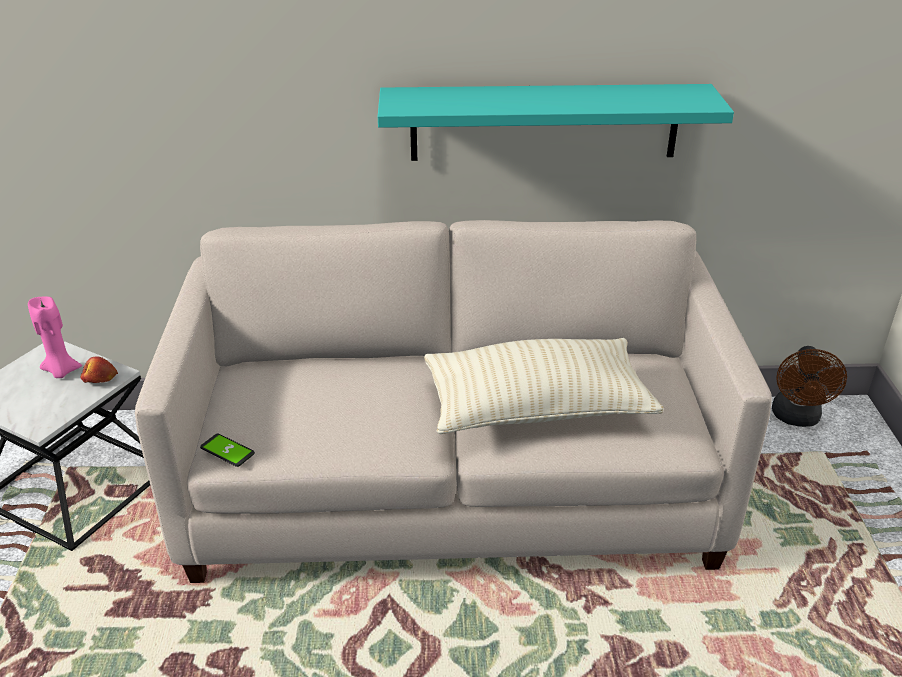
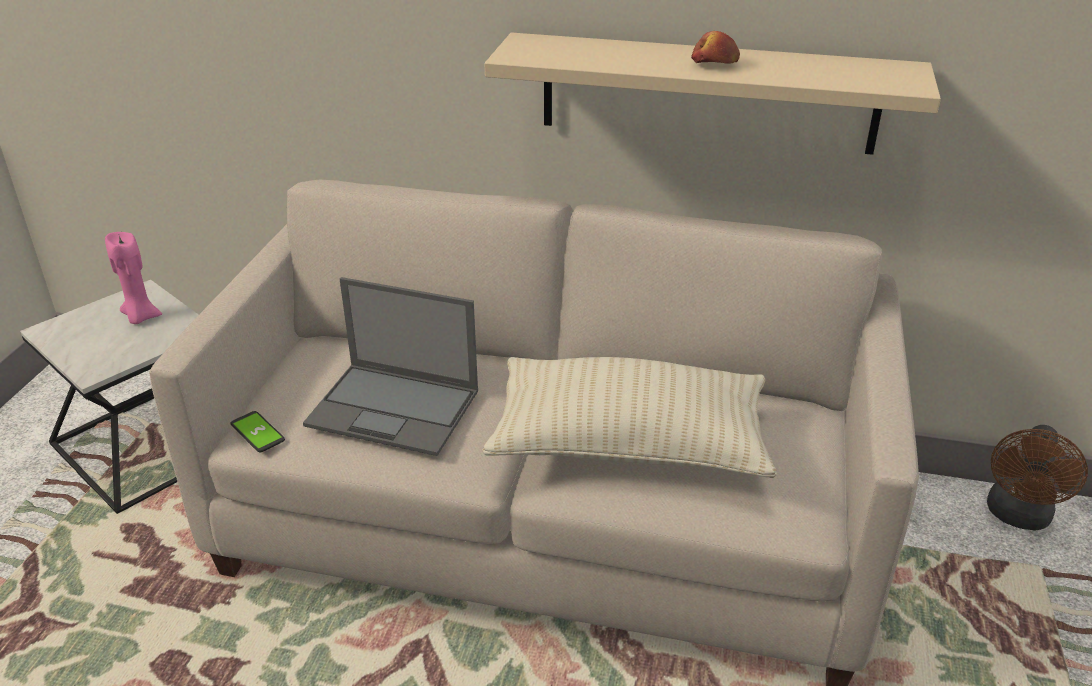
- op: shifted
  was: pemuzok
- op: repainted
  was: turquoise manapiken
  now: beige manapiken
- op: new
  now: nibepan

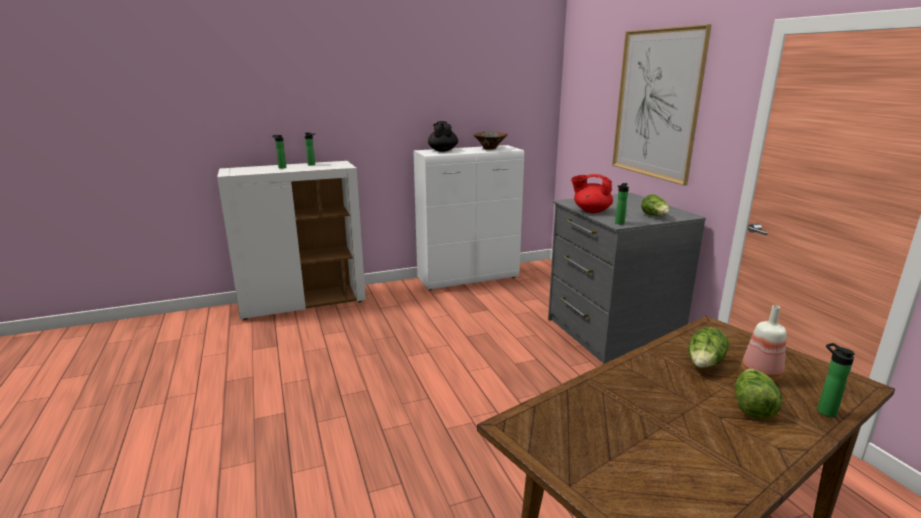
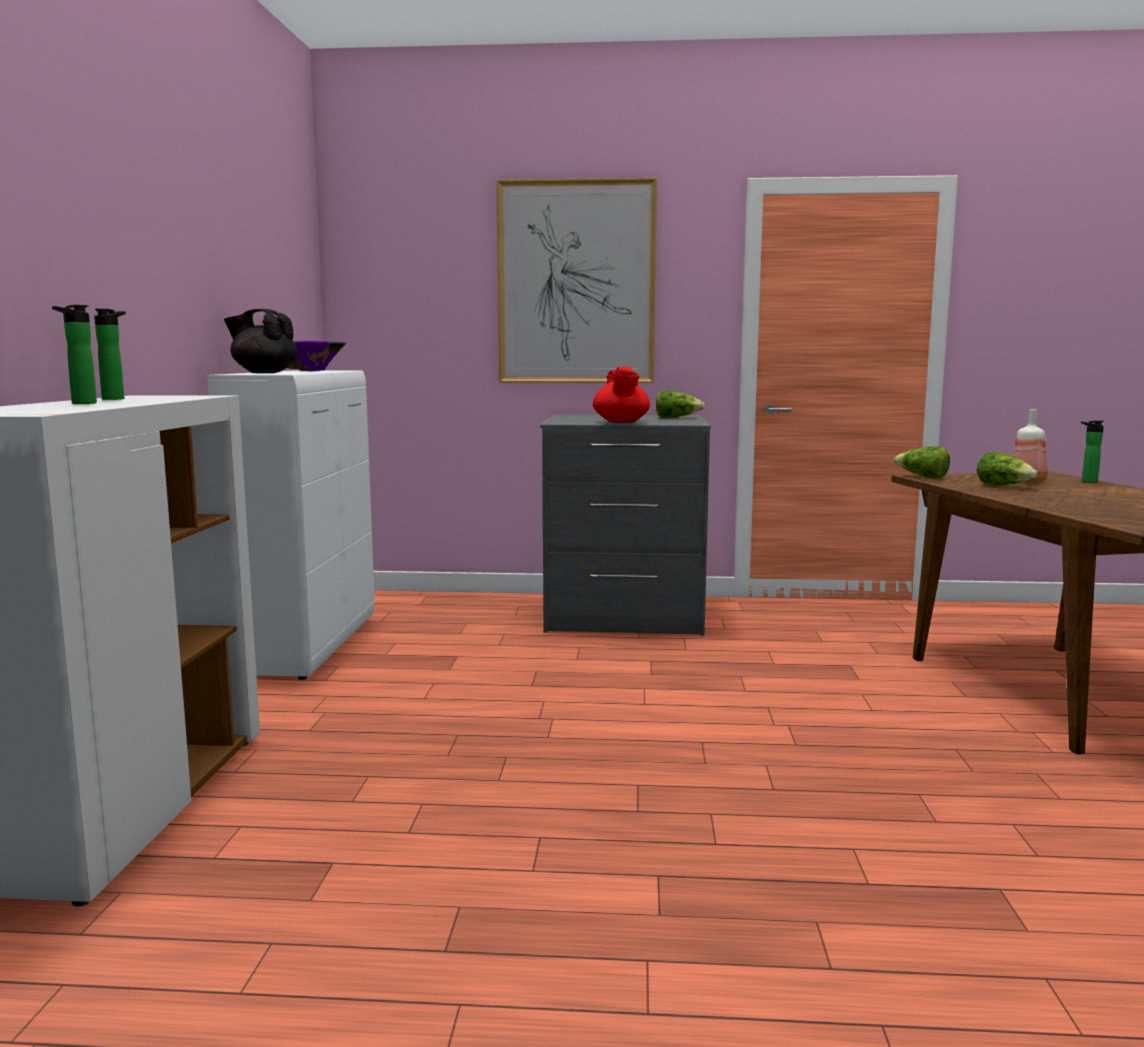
- op: repainted
  was: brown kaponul
  now: purple kaponul
- op: rotated
  was: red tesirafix
  clockwise: -45
- op: gone
  was: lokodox (no. 3 from left)
- op: shifted
  was: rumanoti (no. 3 from left in the first image)
  now: rumanoti (no. 2 from left)

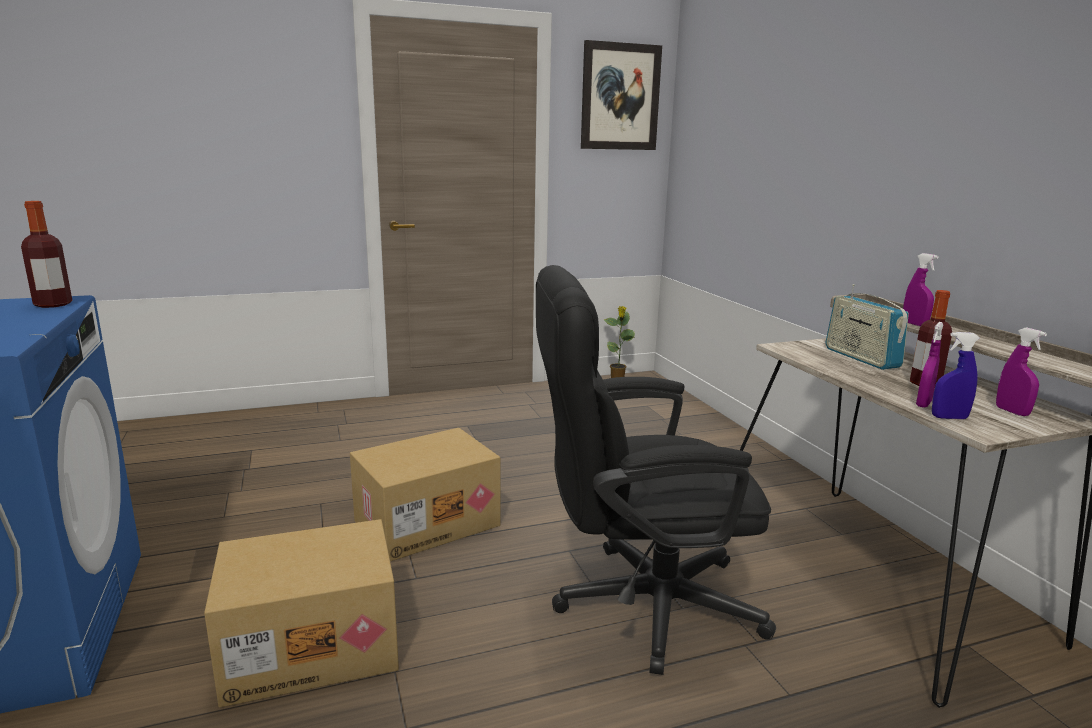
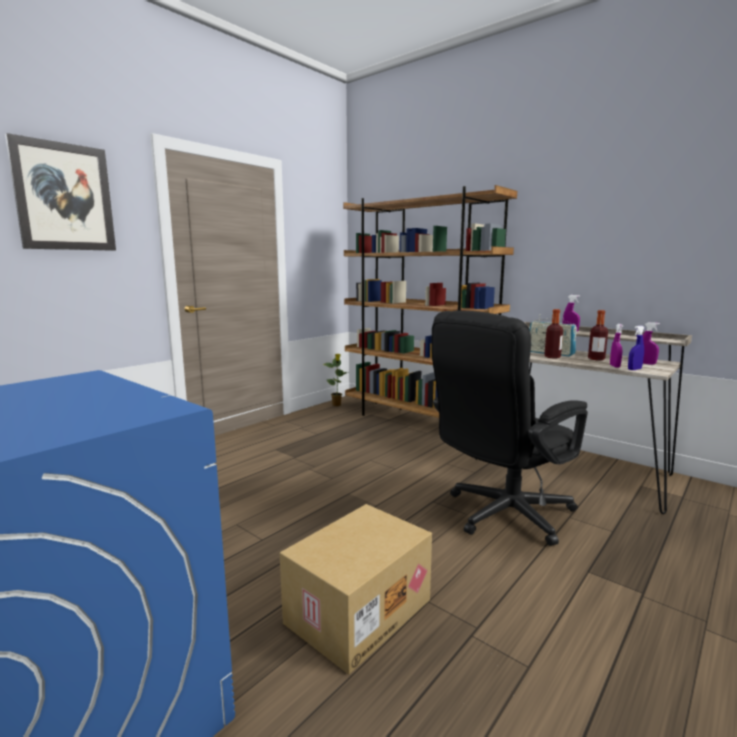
- op: shifted
  was: lokodox (no. 1 from left)
- op: gone
  was: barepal (no. 2 from left)
- op: shifted
  was: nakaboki
- op: new
  now: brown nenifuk

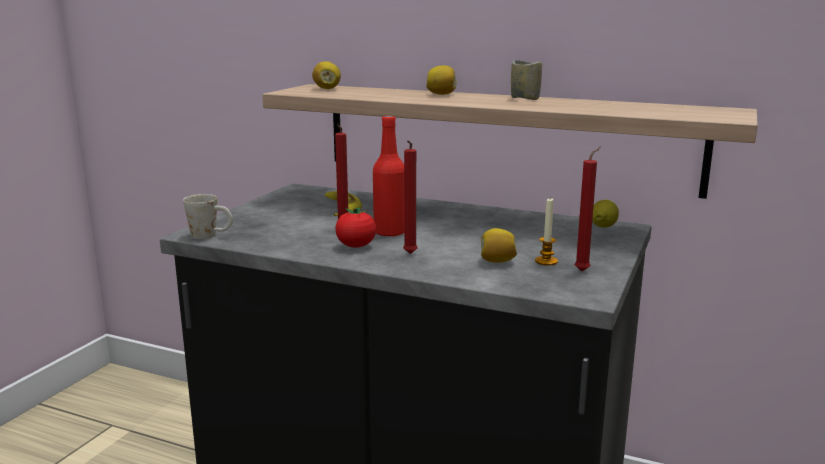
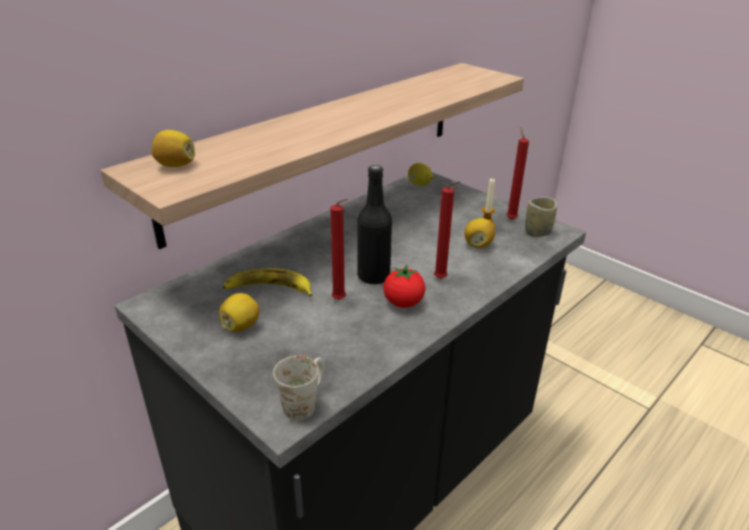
- op: repainted
  was: red lokodox
  now: black lokodox
- op: shifted
  was: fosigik (no. 2 from left)
- op: shifted
  was: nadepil

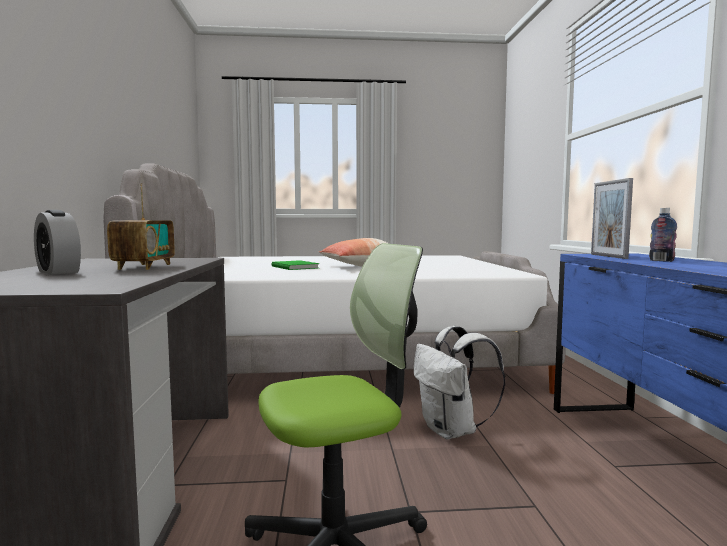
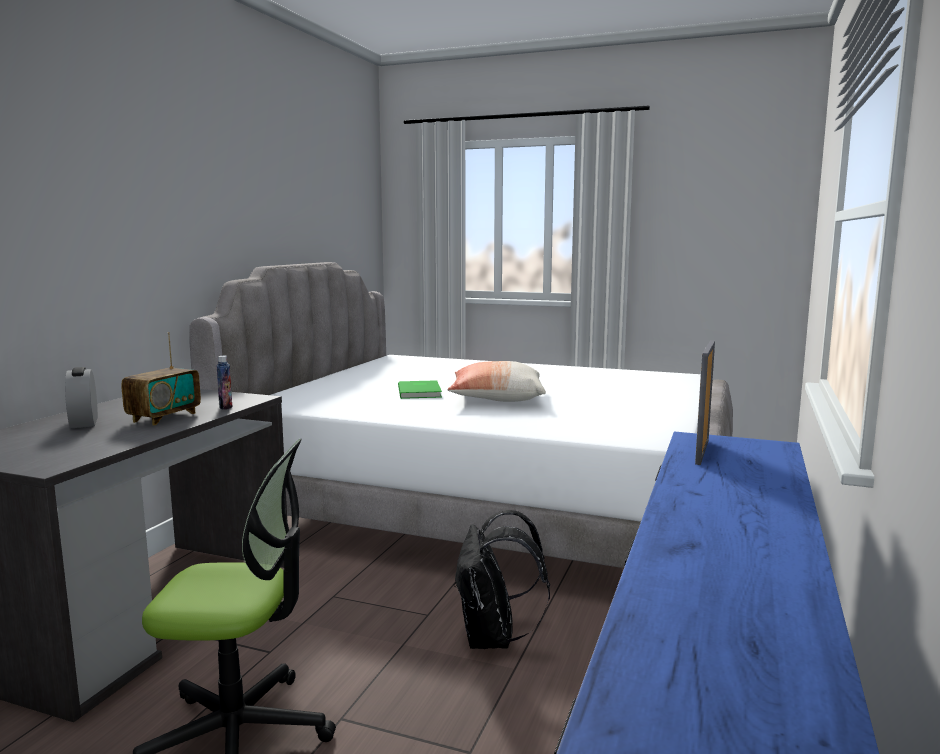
- op: repainted
  was: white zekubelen
  now: black zekubelen
- op: shifted
  was: lokodox

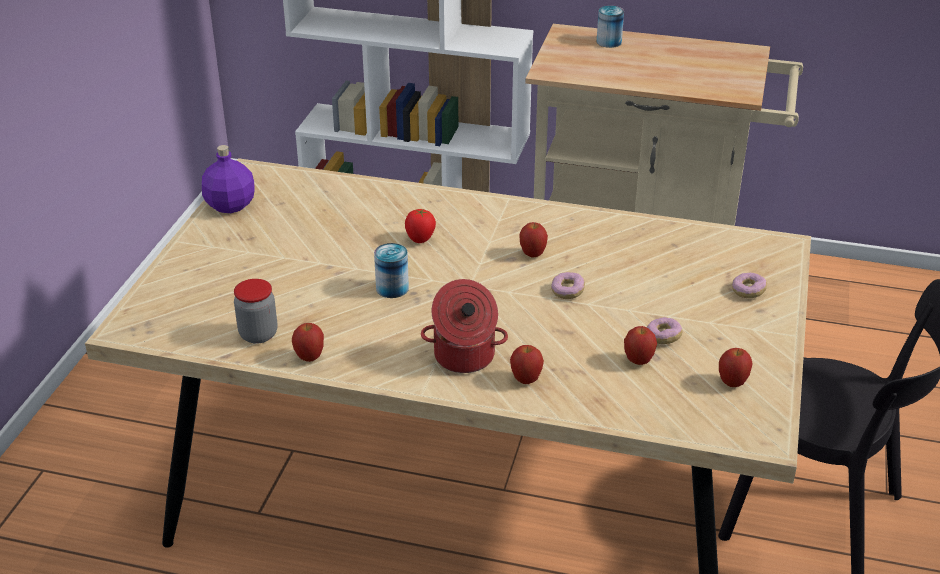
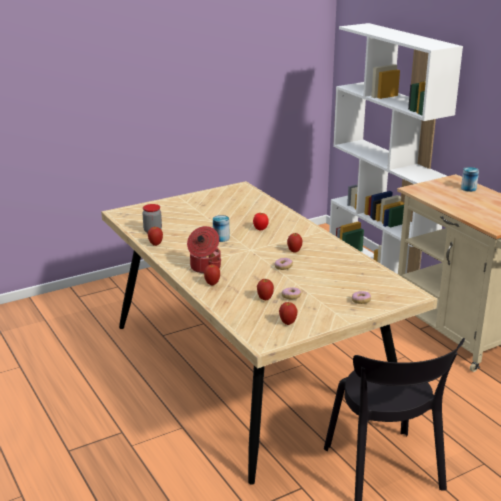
- op: gone
  was: purple lokodox

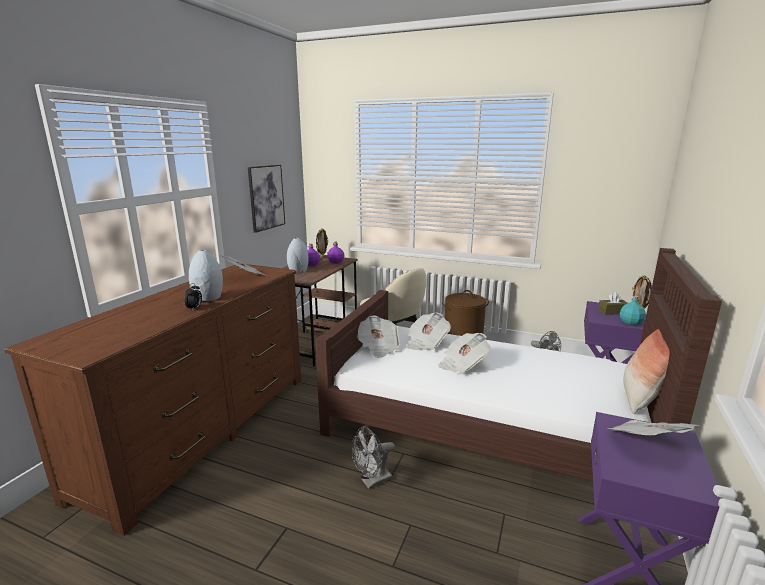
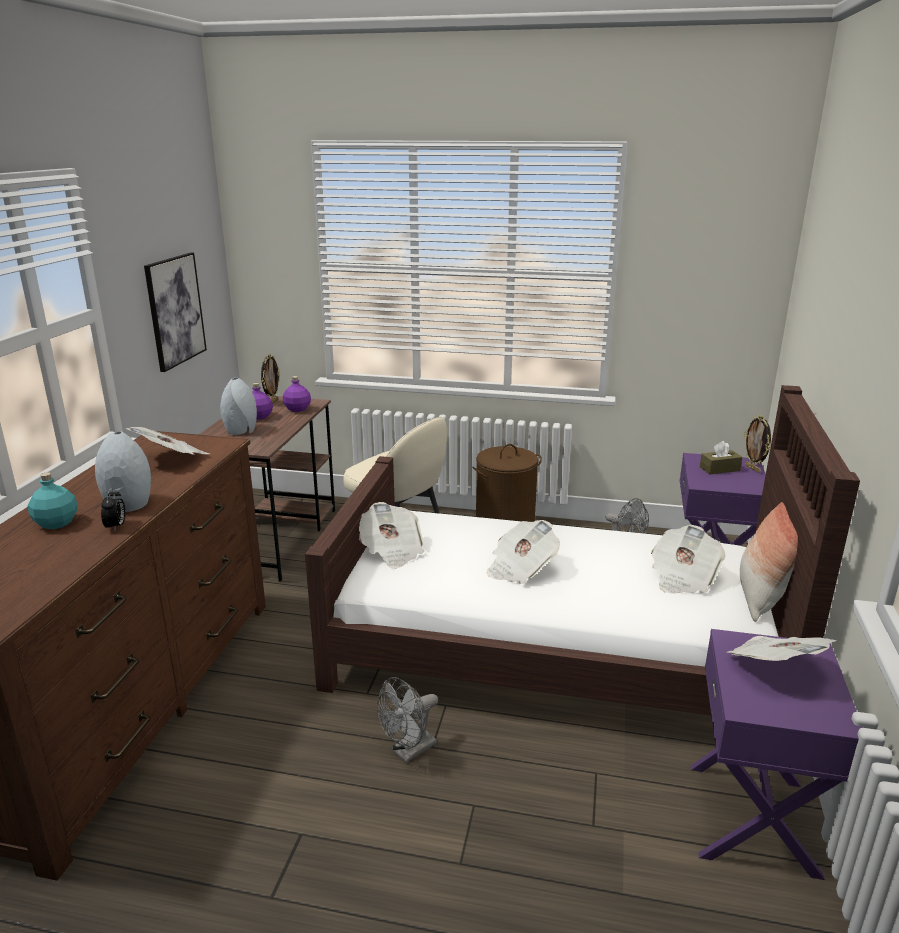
- op: shifted
  was: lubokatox (no. 3 from left in the first image)
  now: lubokatox (no. 4 from left)
- op: shifted
  was: turquoise lokodox

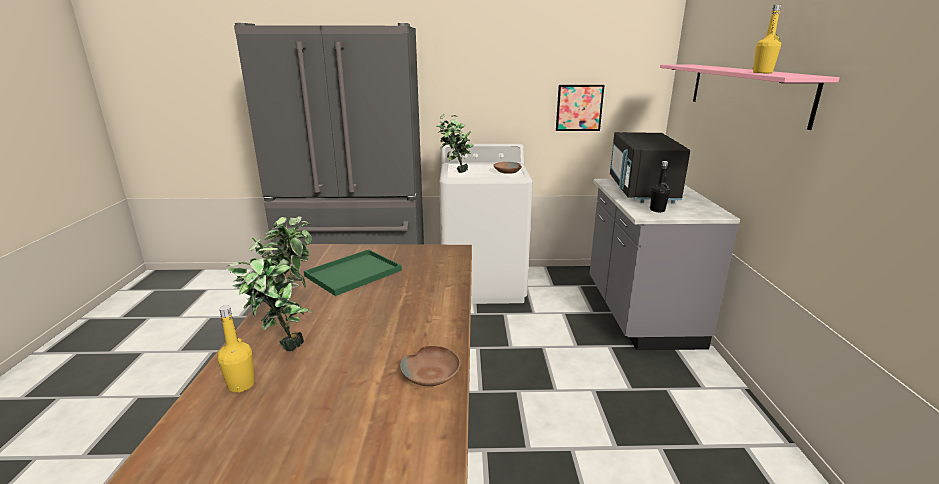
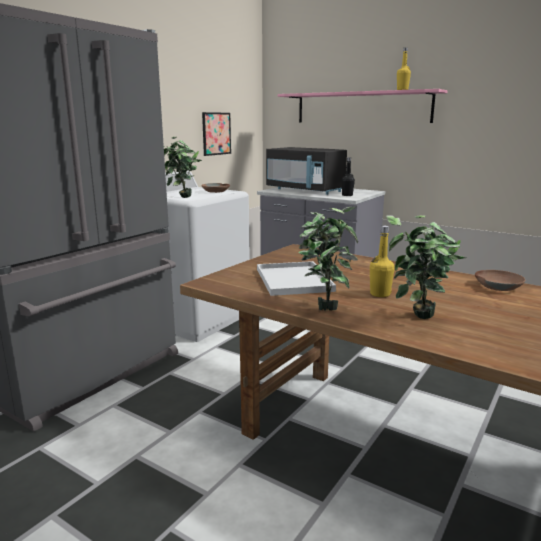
- op: shifted
  was: yellow lokodox (no. 1 from left)
- op: repainted
  was: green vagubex
  now: white vagubex

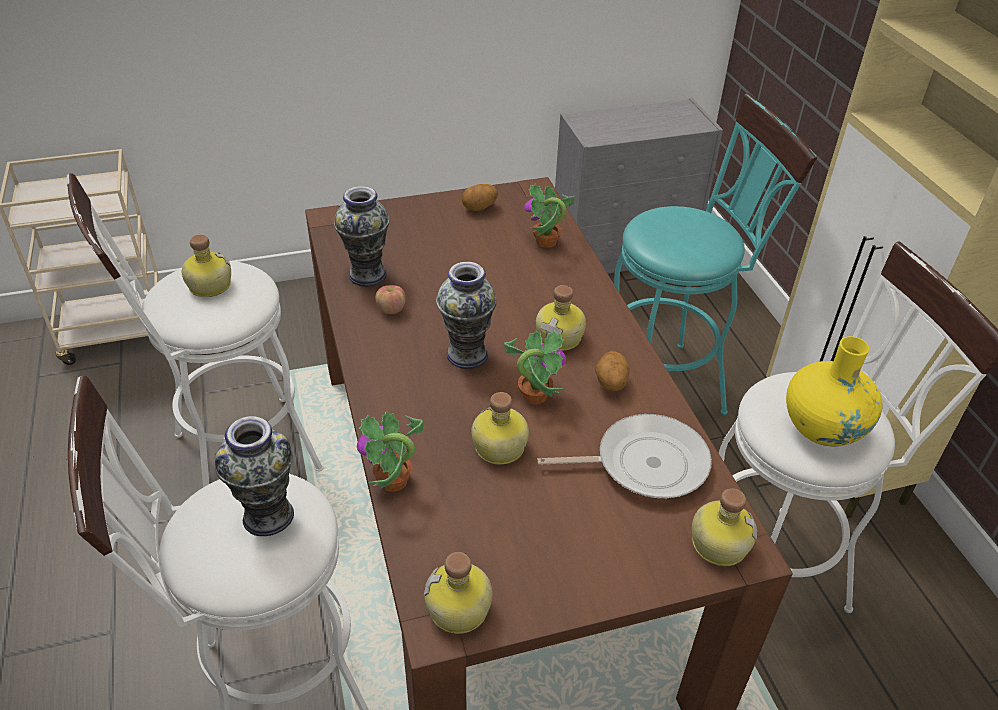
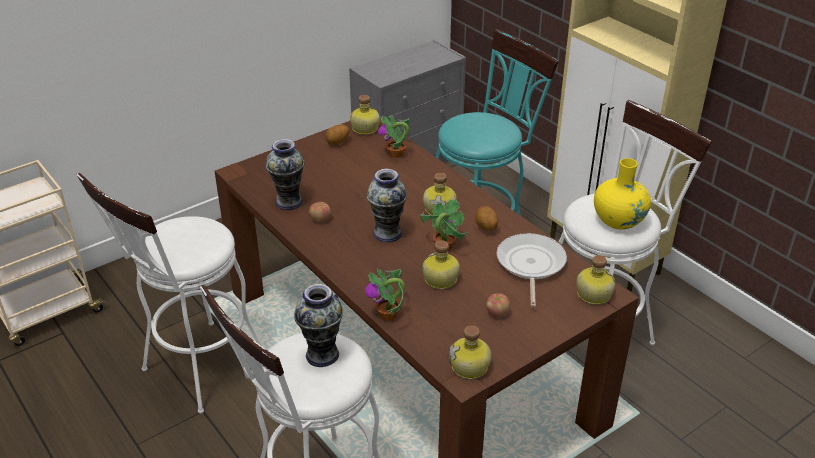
- op: shifted
  was: lokodox (no. 1 from left)
- op: rotated
  was: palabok
  clockwise: -60
- op: new
  now: pemuzok (no. 2 from left)

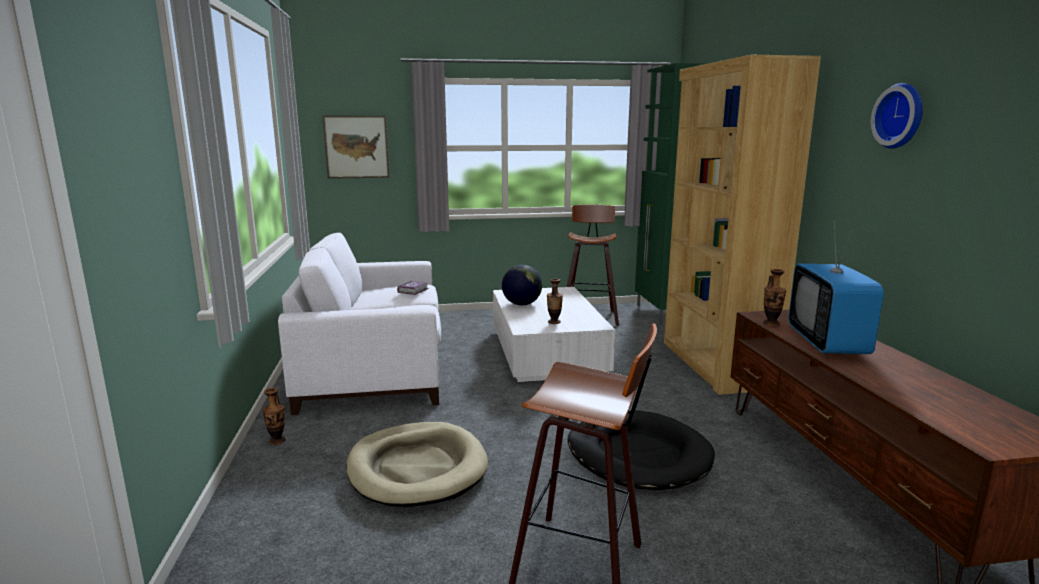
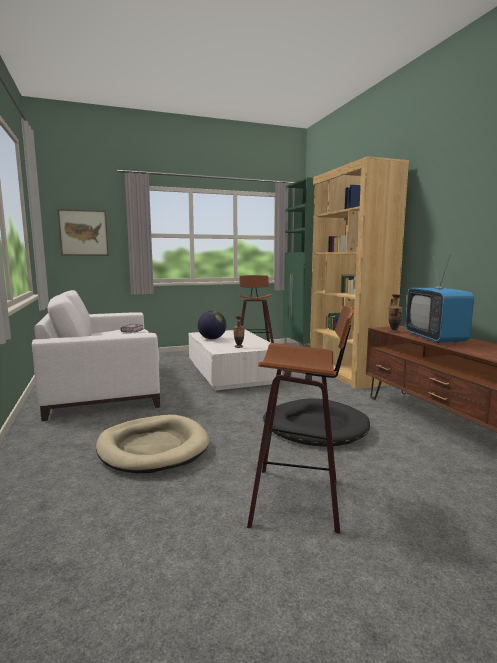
- op: gone
  was: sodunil (no. 1 from left)
- op: gone
  was: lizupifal

